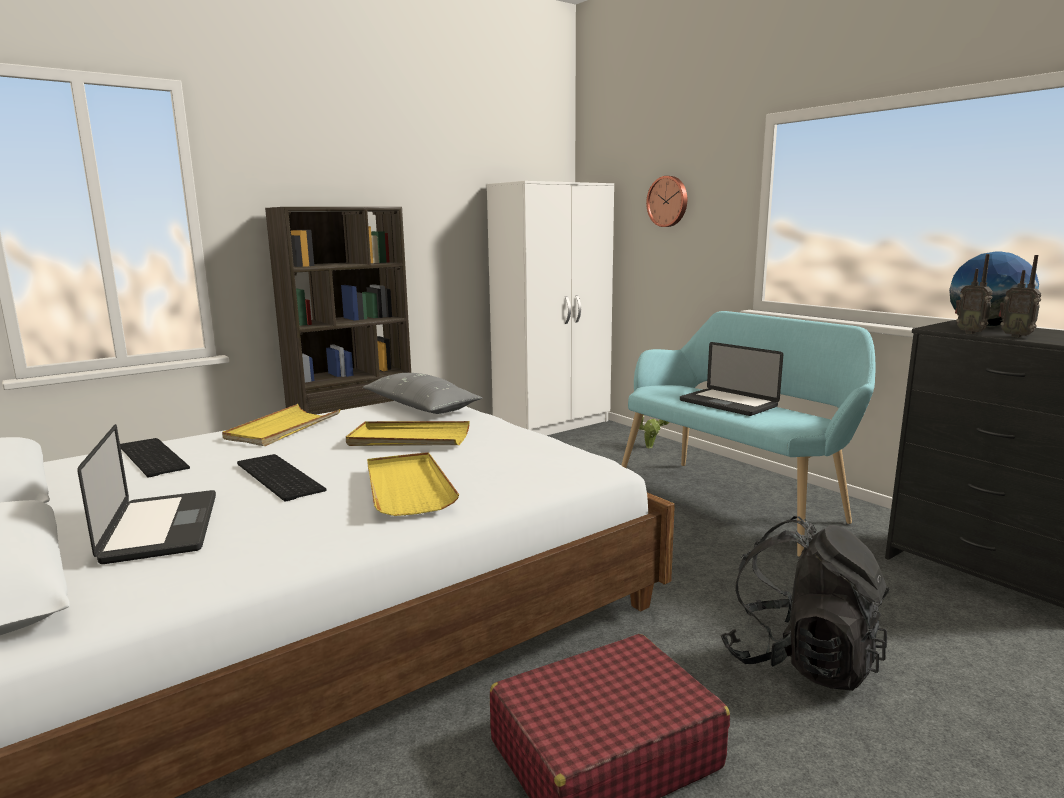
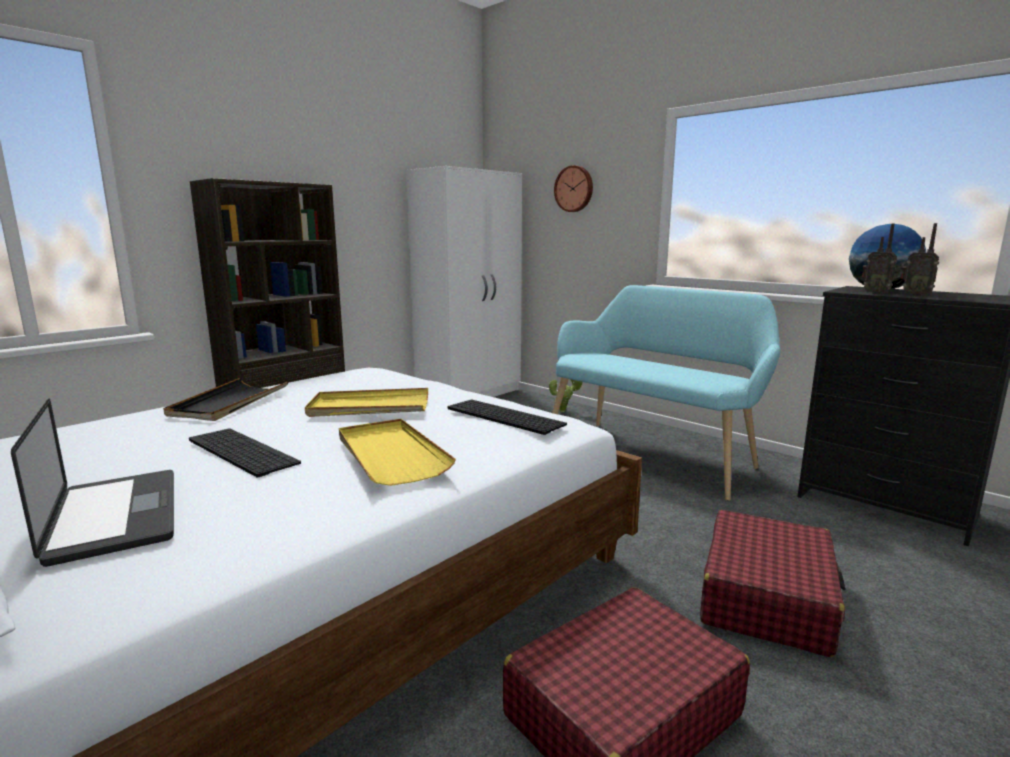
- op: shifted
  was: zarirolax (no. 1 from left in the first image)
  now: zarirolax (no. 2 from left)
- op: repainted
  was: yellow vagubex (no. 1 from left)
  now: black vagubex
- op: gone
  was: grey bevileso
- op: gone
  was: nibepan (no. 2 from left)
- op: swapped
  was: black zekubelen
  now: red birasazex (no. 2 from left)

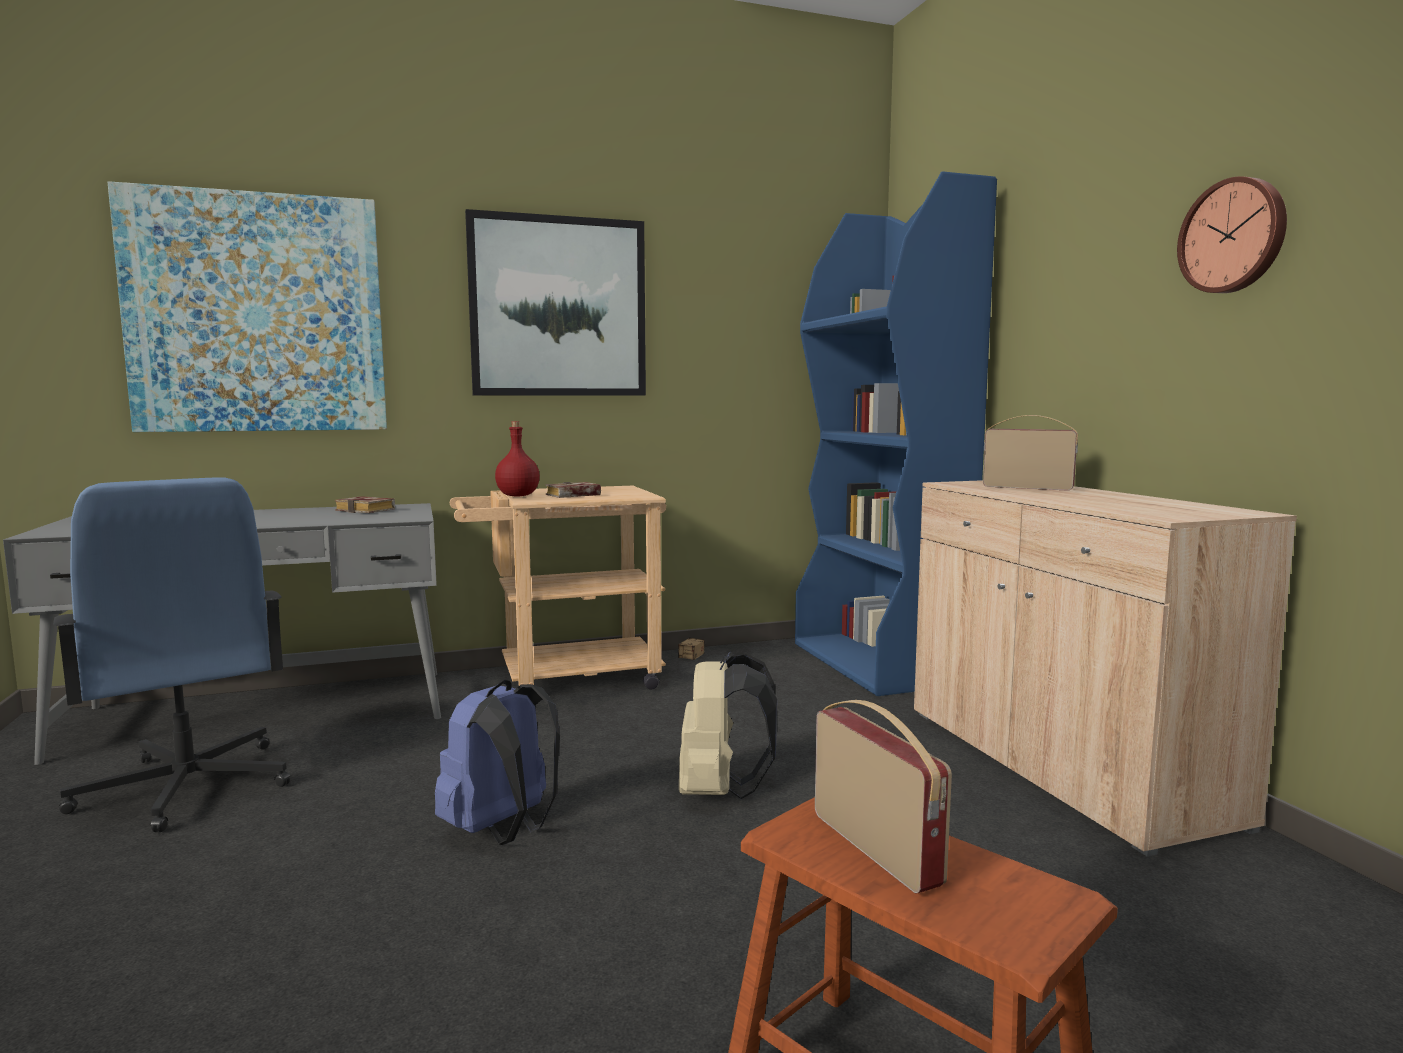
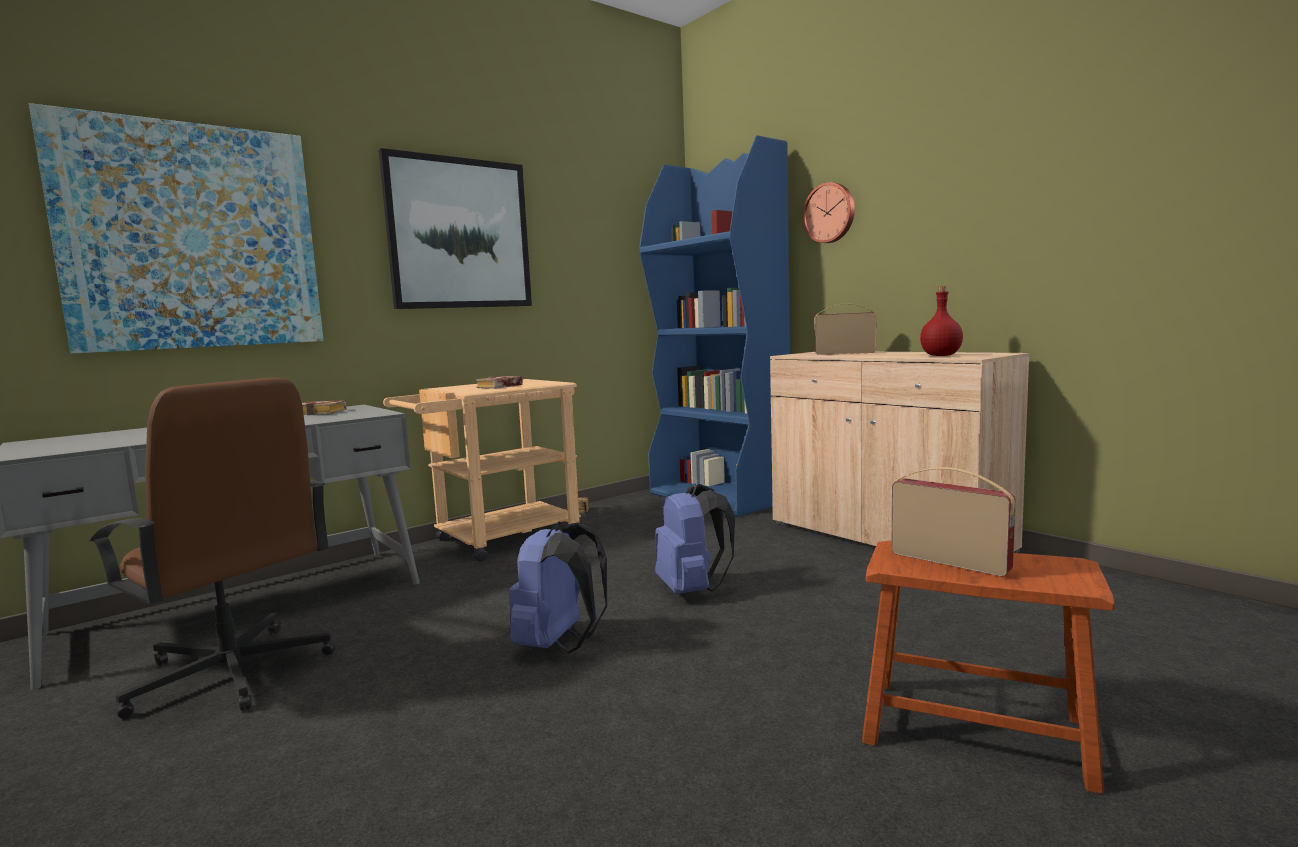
- op: repainted
  was: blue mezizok
  now: brown mezizok
- op: shifted
  was: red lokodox
- op: repainted
  was: beige zekubelen
  now: blue zekubelen (no. 2 from left)
- op: shifted
  was: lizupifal

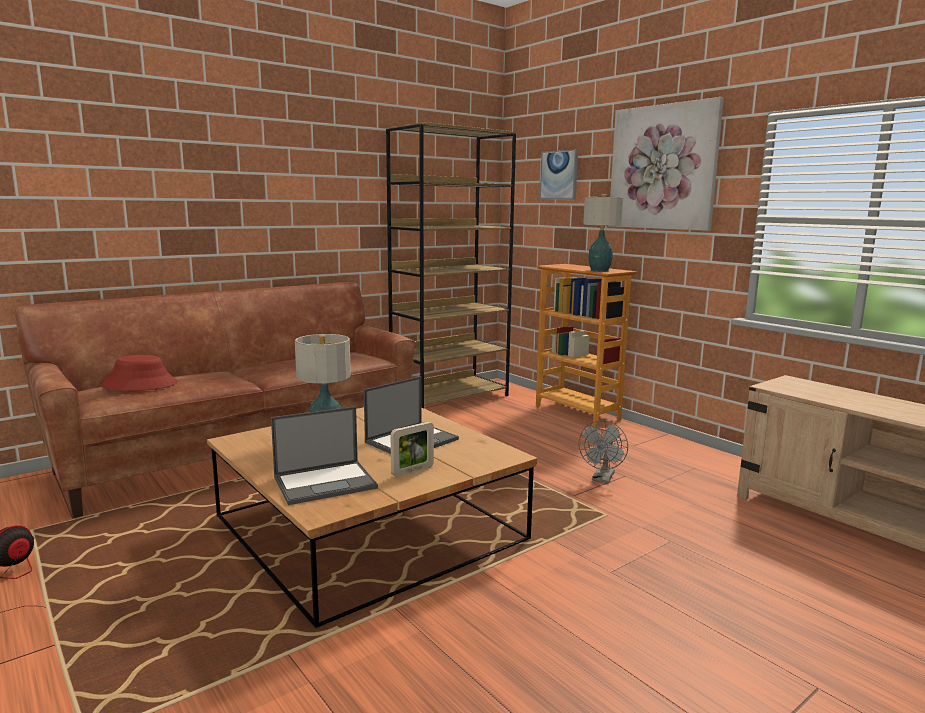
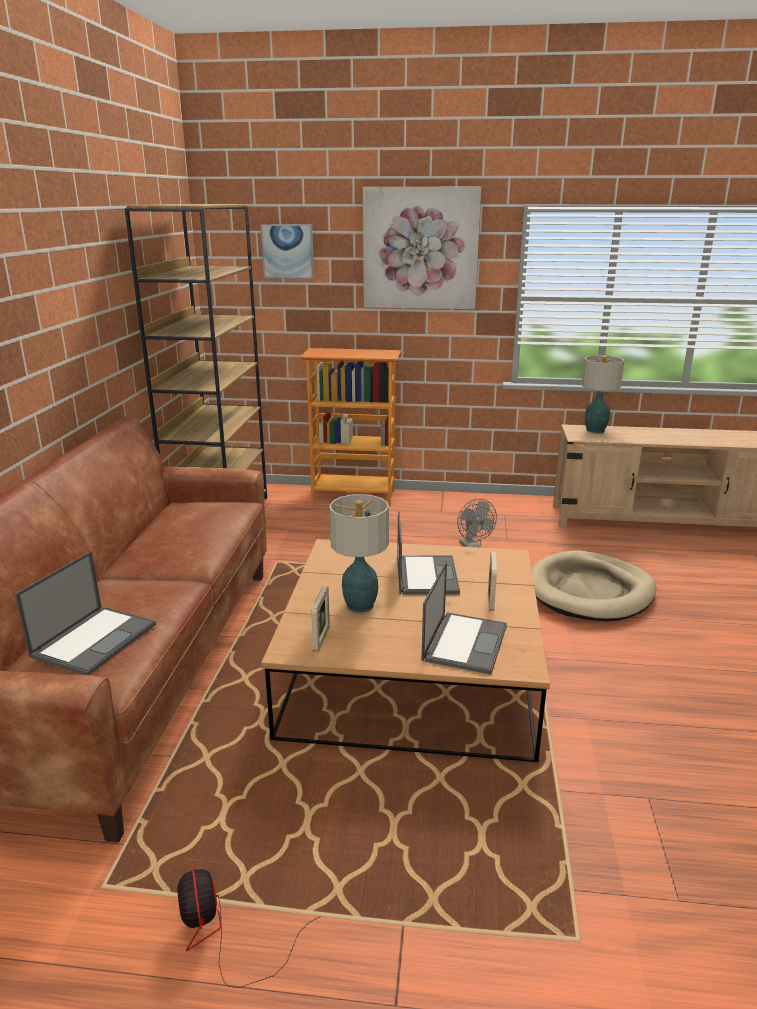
- op: swapped
  was: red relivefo
  now: nibepan (no. 1 from left)
- op: shifted
  was: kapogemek (no. 2 from left)
- op: new
  now: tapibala (no. 1 from left)
- op: new
  now: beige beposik

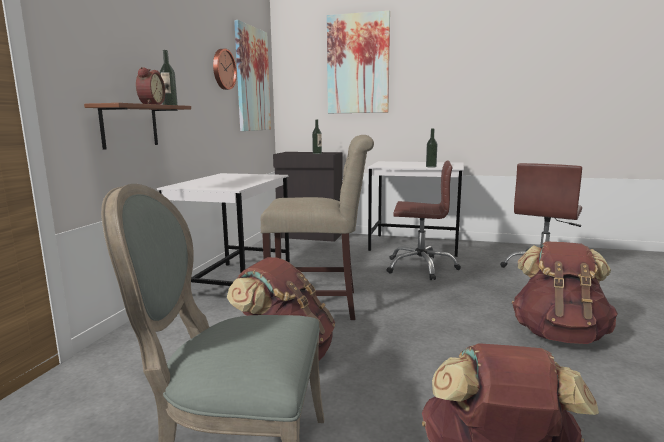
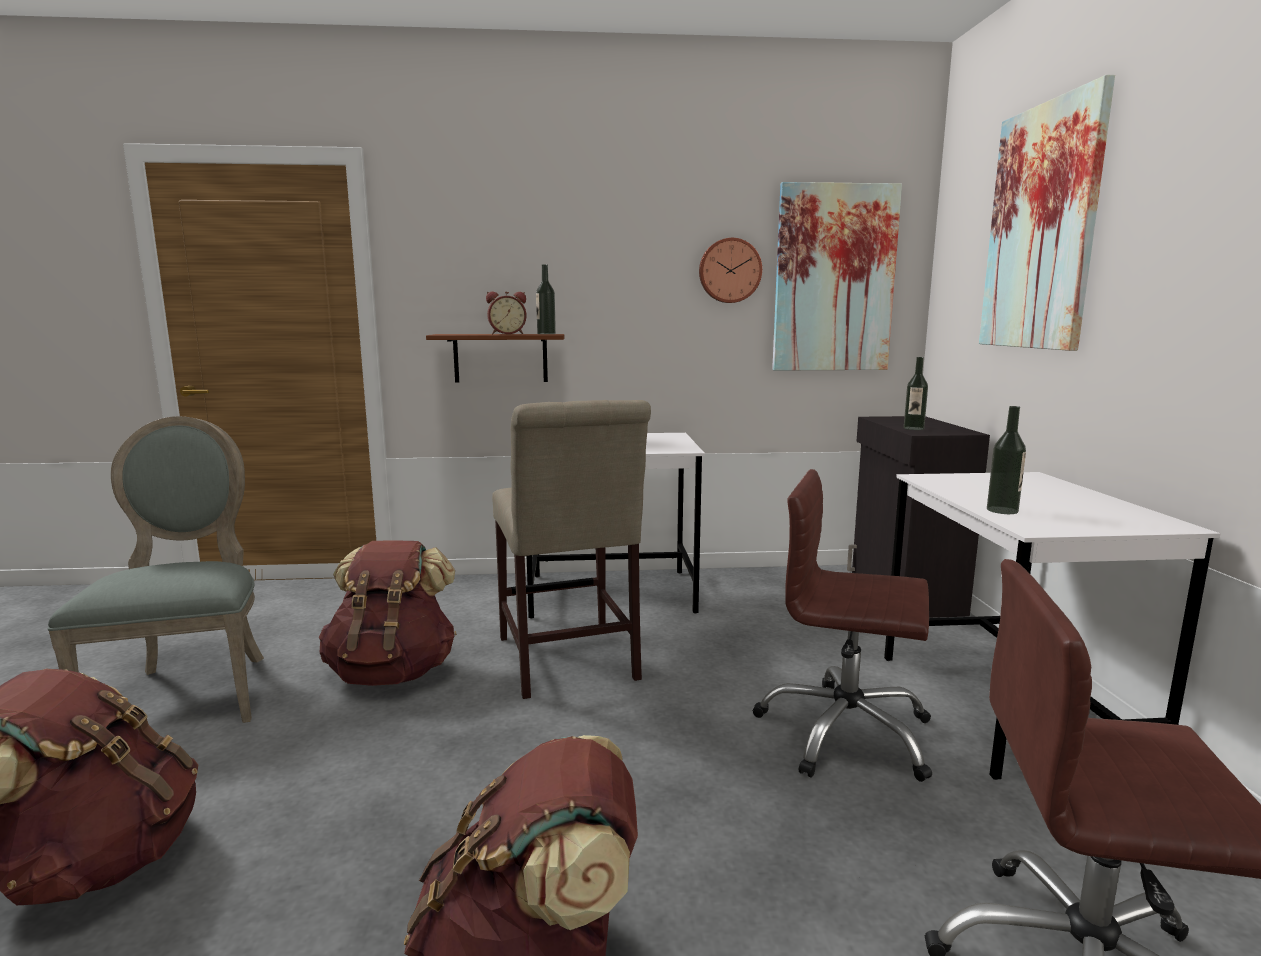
- op: rotated
  was: brown mezizok (no. 1 from left)
  clockwise: 120

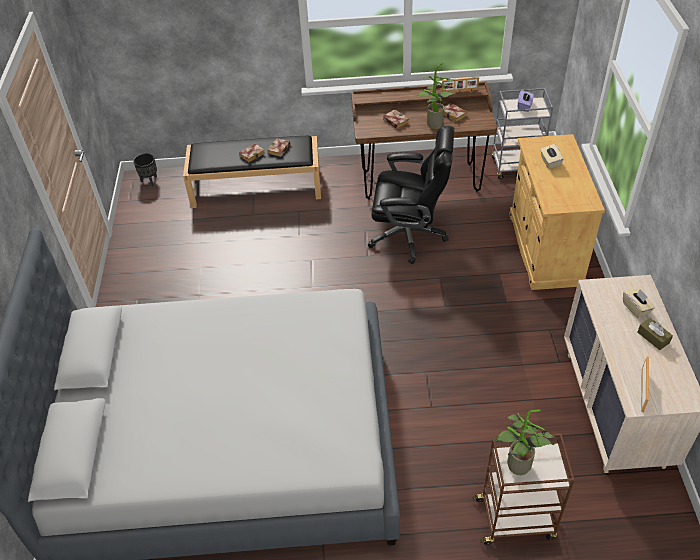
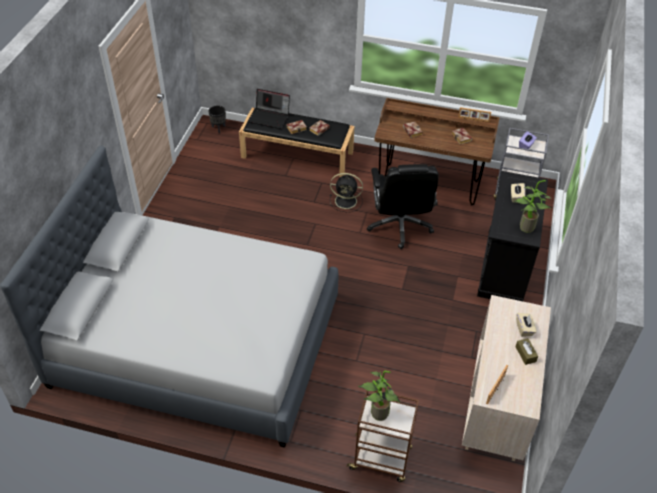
- op: rotated
  was: black mezizok
  clockwise: 60
- op: shifted
  was: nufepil (no. 1 from left in the first image)
  now: nufepil (no. 2 from left)
- op: repainted
  was: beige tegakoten
  now: black tegakoten
- op: new
  now: nibepan
- op: new
  now: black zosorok

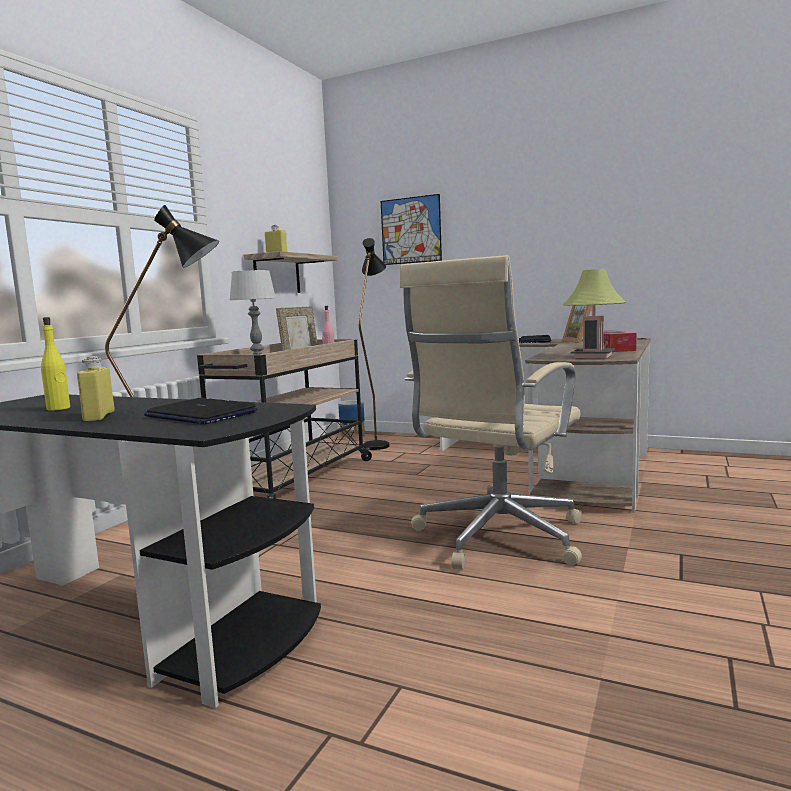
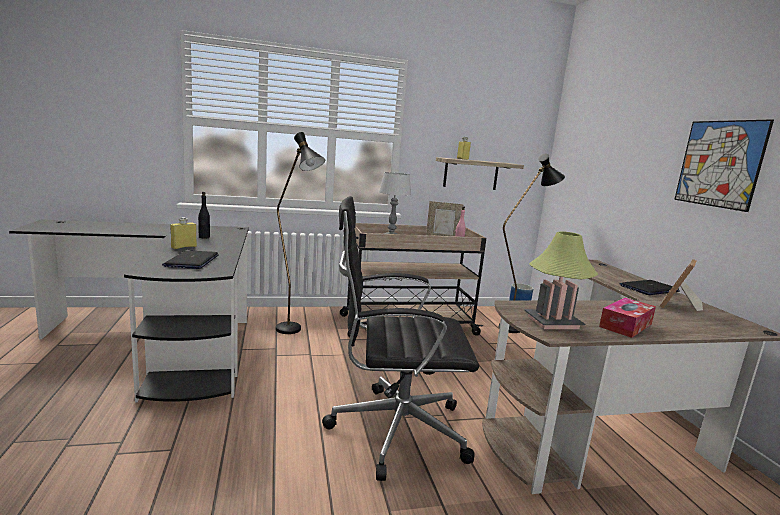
- op: repainted
  was: yellow lokodox (no. 1 from left)
  now: black lokodox
- op: shifted
  was: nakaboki
- op: repainted
  was: beige mezizok
  now: black mezizok

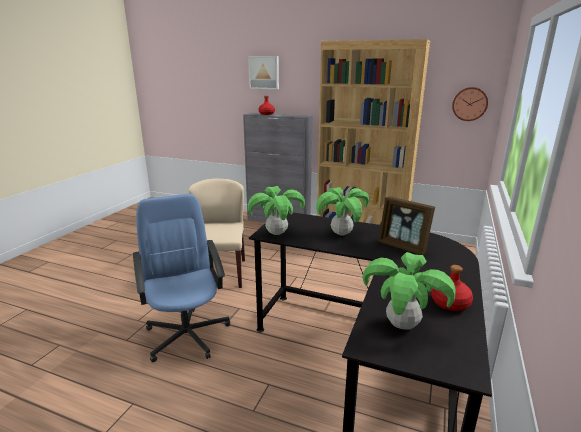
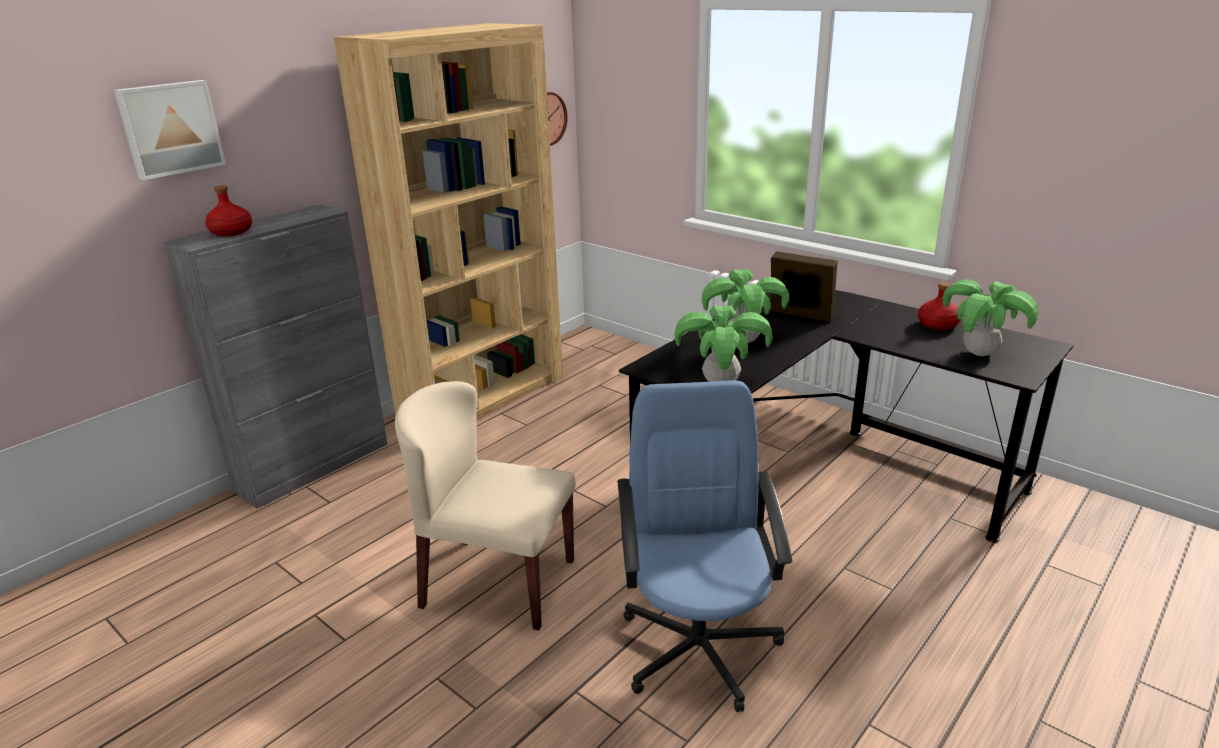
- op: rotated
  was: blue mezizok
  clockwise: 90
- op: rotated
  was: tapibala
  clockwise: -120

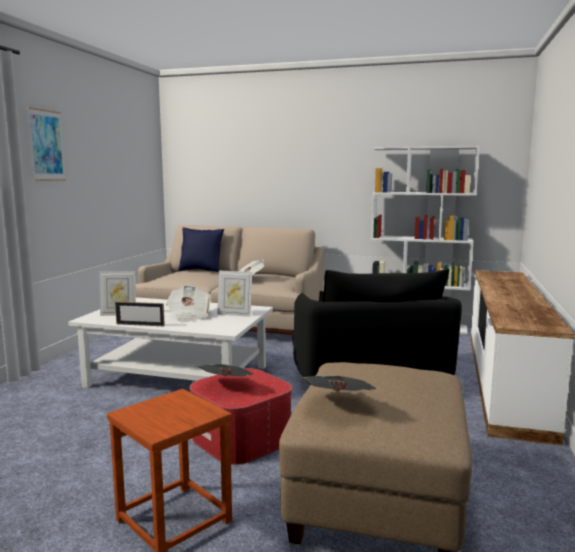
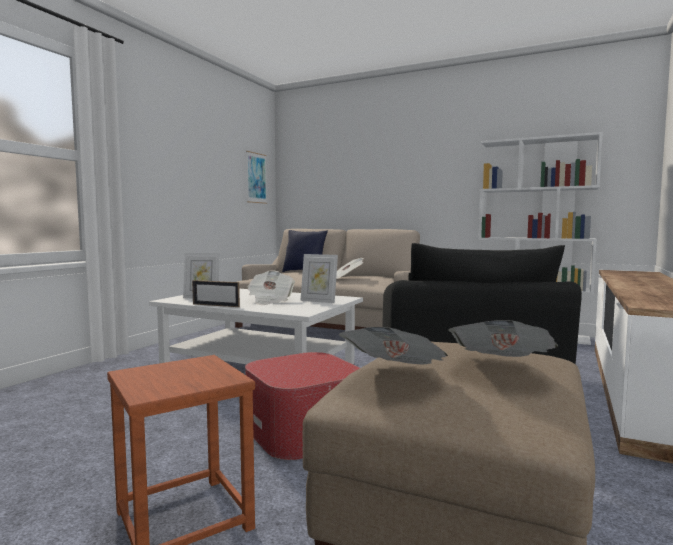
- op: shifted
  was: nakaboki
- op: shifted
  was: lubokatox (no. 2 from left in the first image)
  now: lubokatox (no. 4 from left)

